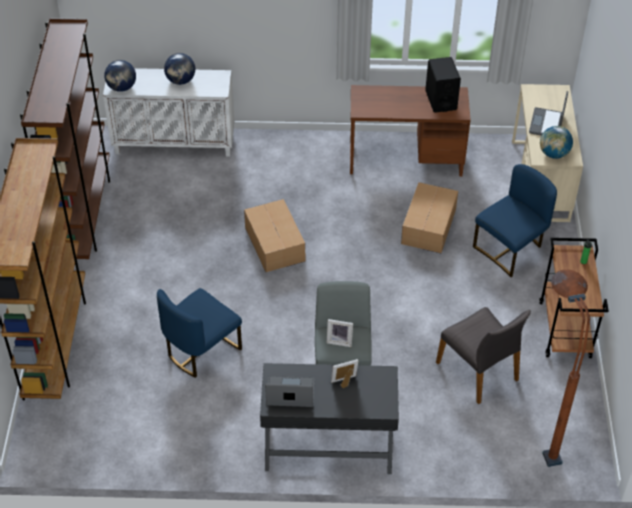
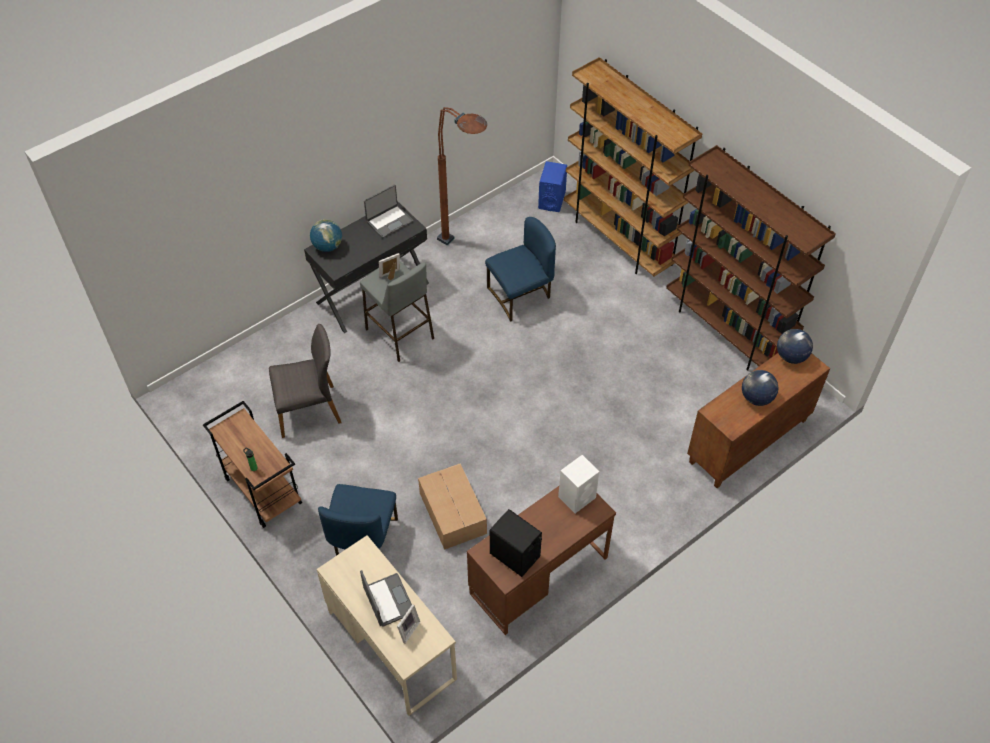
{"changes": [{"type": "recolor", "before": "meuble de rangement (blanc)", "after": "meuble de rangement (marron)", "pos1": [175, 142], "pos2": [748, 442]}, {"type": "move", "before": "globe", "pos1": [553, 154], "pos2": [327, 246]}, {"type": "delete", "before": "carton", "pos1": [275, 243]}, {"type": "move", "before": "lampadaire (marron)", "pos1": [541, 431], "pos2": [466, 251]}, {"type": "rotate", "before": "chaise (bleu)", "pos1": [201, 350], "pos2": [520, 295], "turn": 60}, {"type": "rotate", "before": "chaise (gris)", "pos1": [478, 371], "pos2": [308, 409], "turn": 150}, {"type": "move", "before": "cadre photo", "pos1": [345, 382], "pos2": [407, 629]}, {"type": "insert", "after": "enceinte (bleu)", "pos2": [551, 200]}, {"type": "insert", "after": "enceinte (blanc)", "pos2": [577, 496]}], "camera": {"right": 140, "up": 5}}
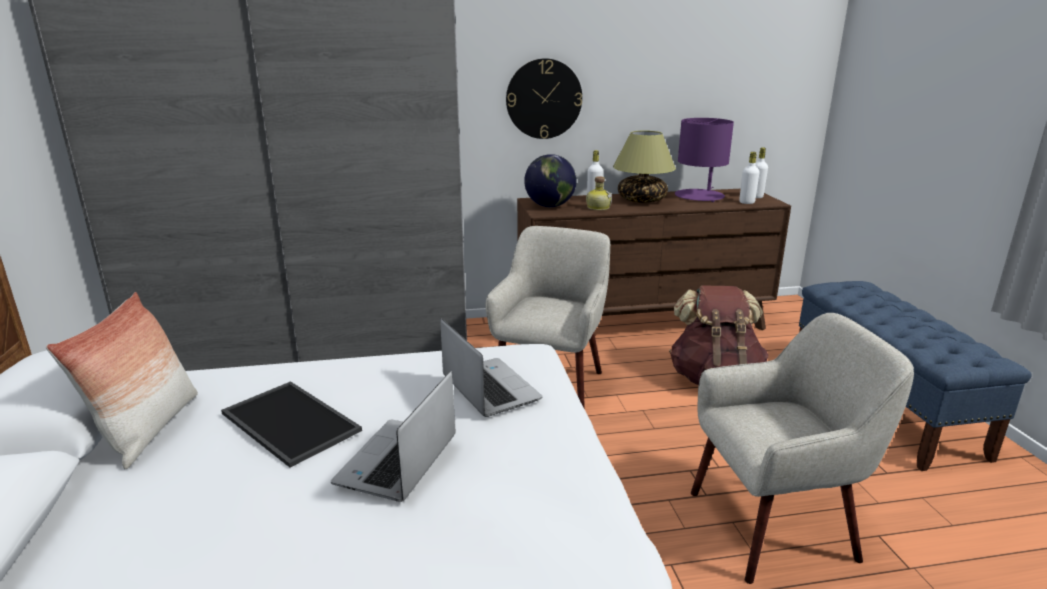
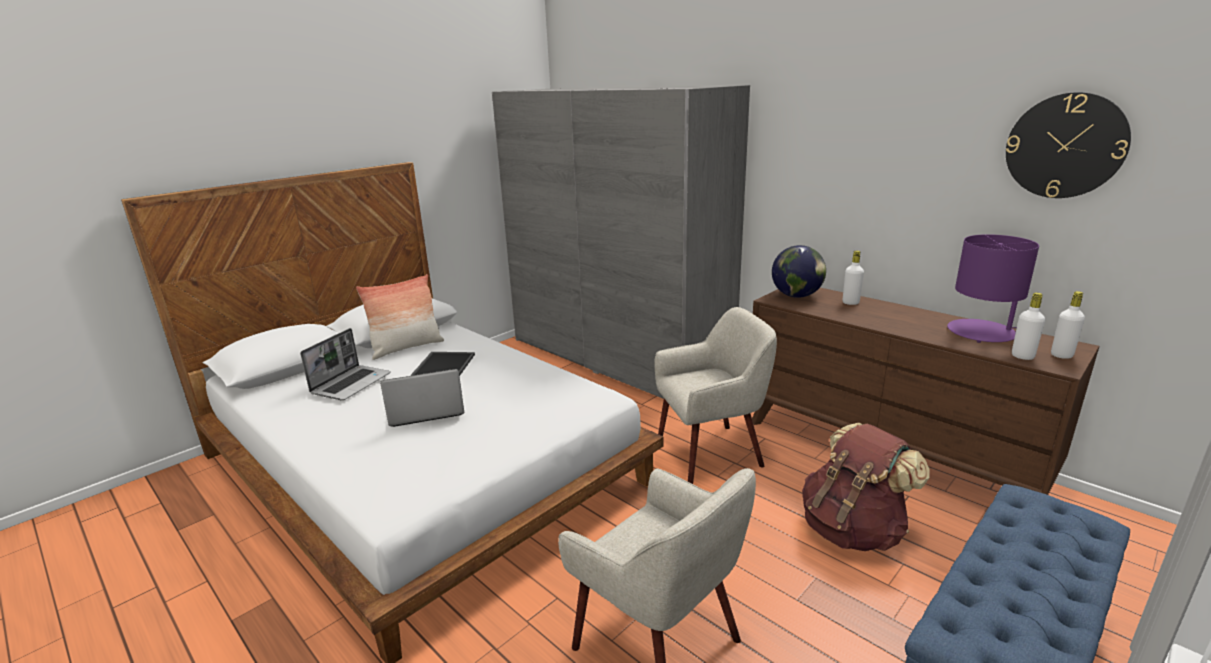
{"changes": [{"type": "move", "before": "horloge murale", "pos1": [544, 99], "pos2": [1065, 146]}, {"type": "delete", "before": "lampe de table", "pos1": [641, 200]}, {"type": "delete", "before": "bouteille", "pos1": [598, 207]}, {"type": "move", "before": "ordinateur portable", "pos1": [488, 388], "pos2": [351, 383]}], "camera": {"right": 55, "up": 0}}
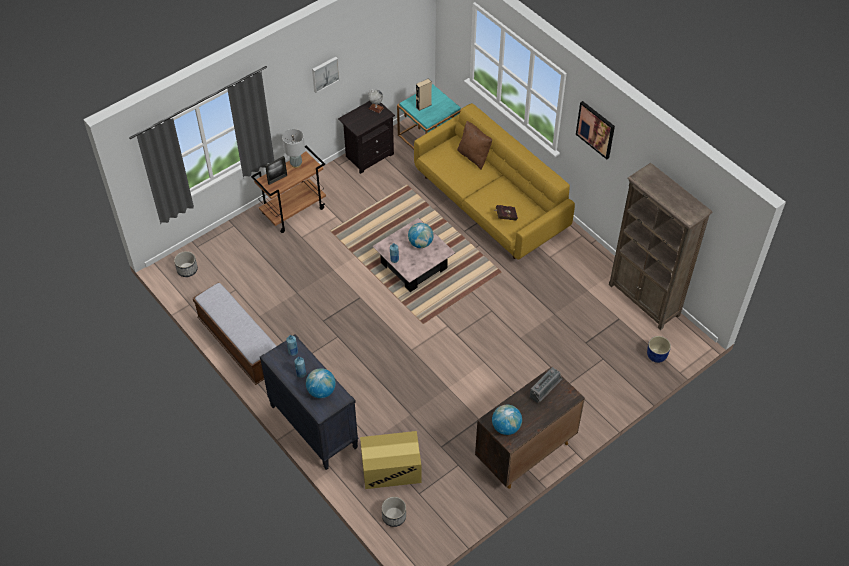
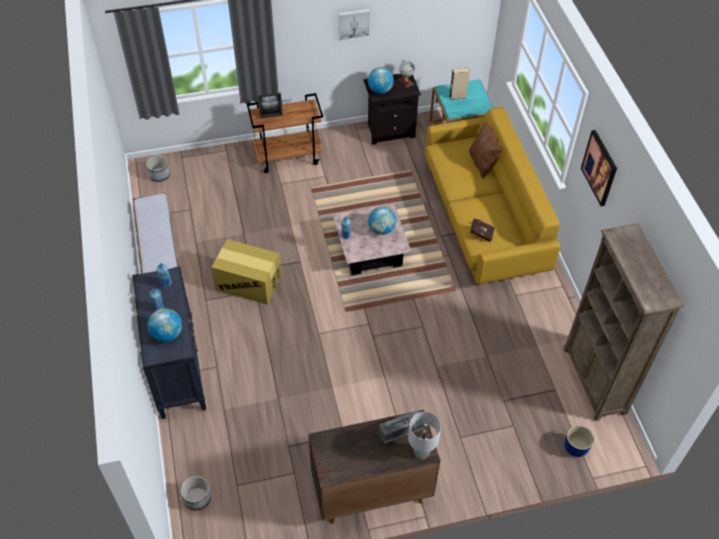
{"changes": [{"type": "move", "before": "lampe de table (gris)", "pos1": [296, 164], "pos2": [421, 452]}, {"type": "move", "before": "globe", "pos1": [506, 427], "pos2": [380, 90]}, {"type": "move", "before": "carton", "pos1": [391, 469], "pos2": [248, 283]}], "camera": {"right": 25, "up": 0}}
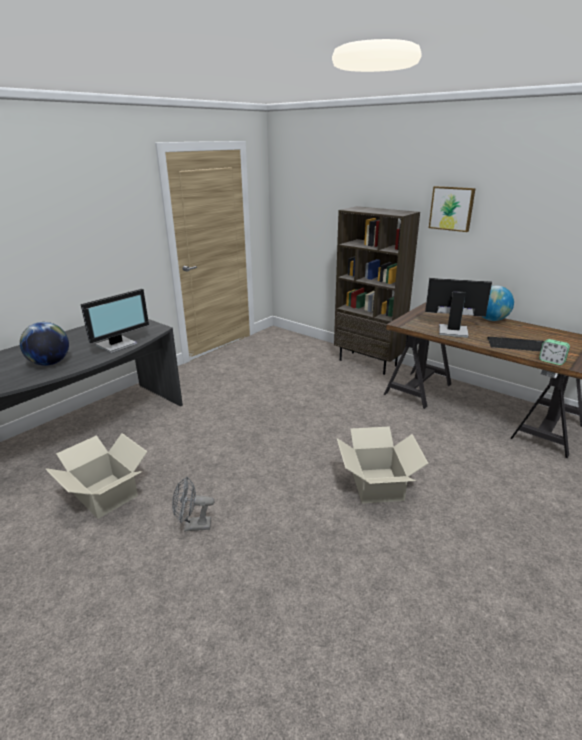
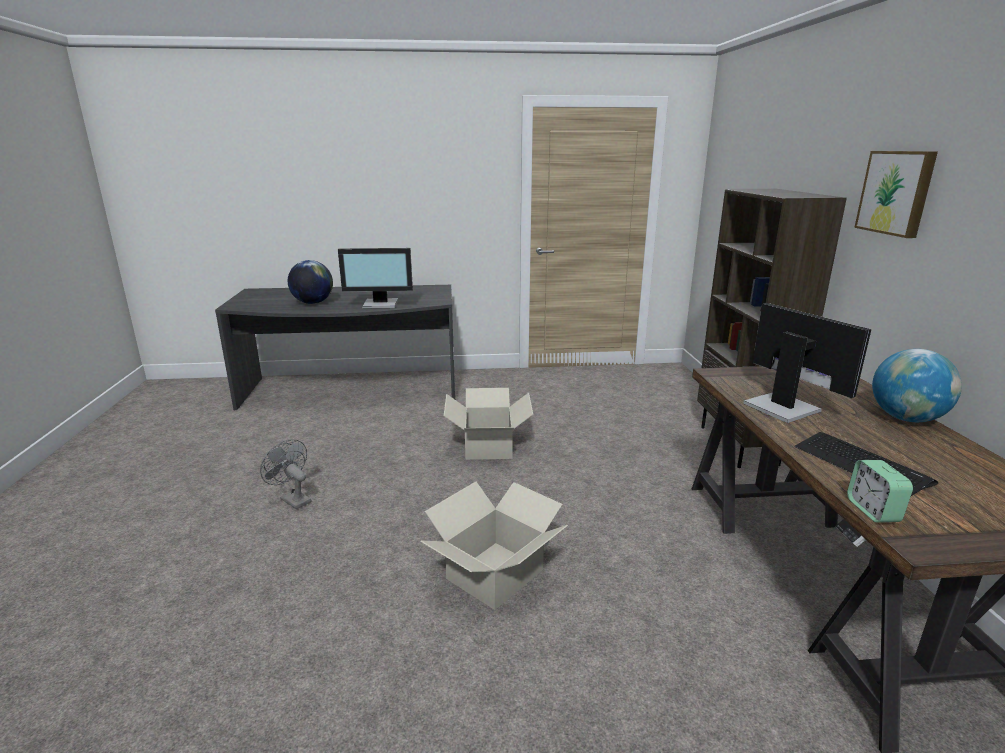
{"changes": [{"type": "move", "before": "carton", "pos1": [106, 495], "pos2": [489, 446]}], "camera": {"right": 45, "up": -5}}
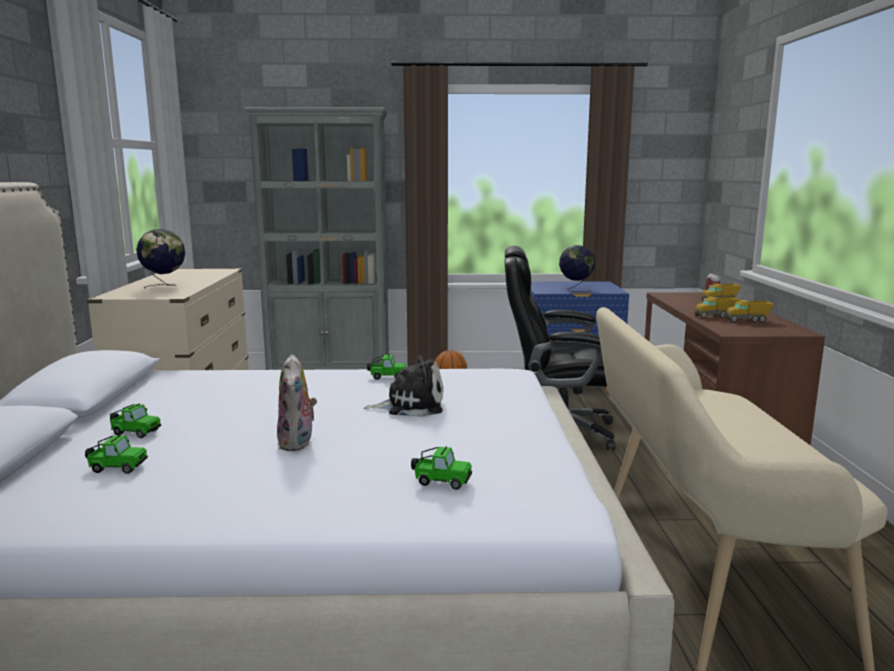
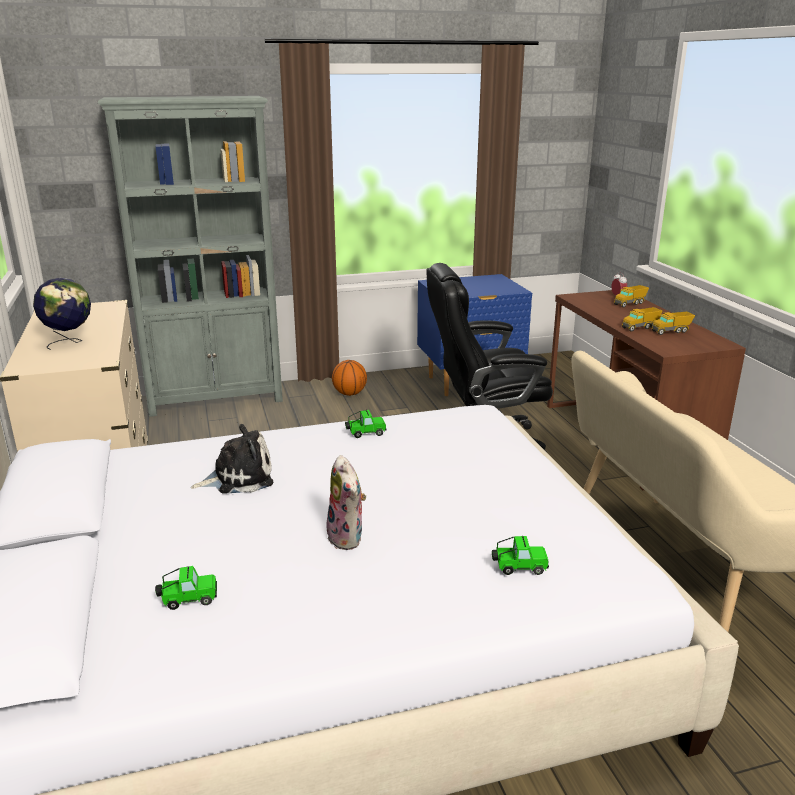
{"changes": [{"type": "delete", "before": "globe", "pos1": [575, 290]}, {"type": "move", "before": "peluche", "pos1": [411, 405], "pos2": [239, 477]}, {"type": "delete", "before": "petite voiture", "pos1": [134, 432]}], "camera": {"right": -15, "up": 10}}
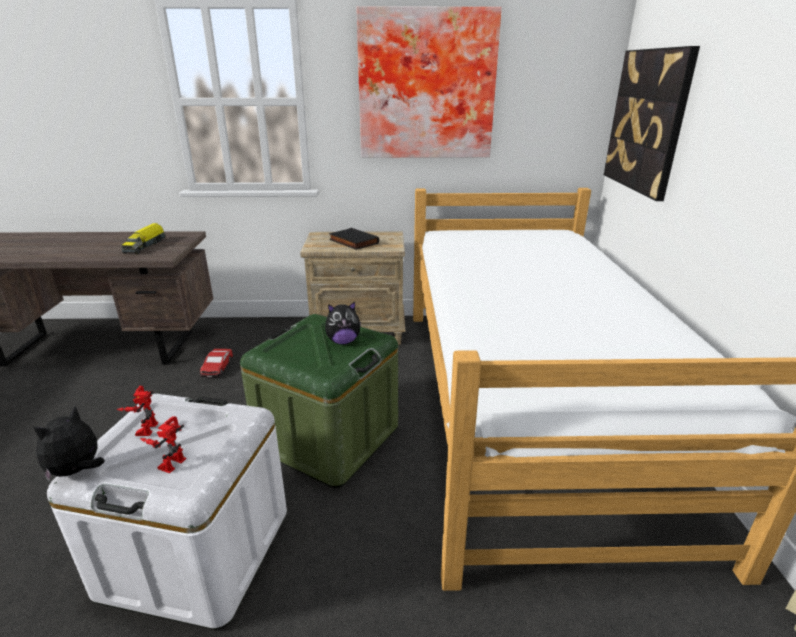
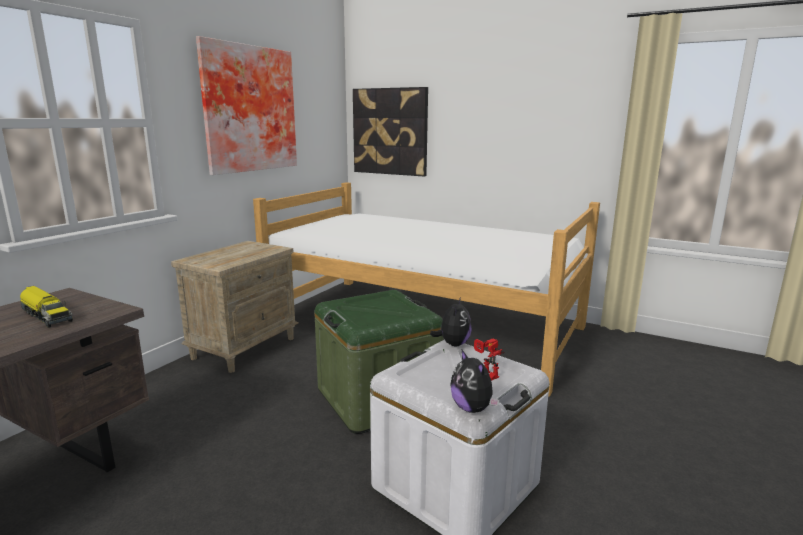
{"changes": [{"type": "delete", "before": "livre (noir)", "pos1": [352, 242]}, {"type": "move", "before": "peluche", "pos1": [343, 341], "pos2": [453, 344]}, {"type": "delete", "before": "petite voiture", "pos1": [217, 367]}, {"type": "delete", "before": "robot jouet", "pos1": [144, 428]}], "camera": {"right": -60, "up": -10}}
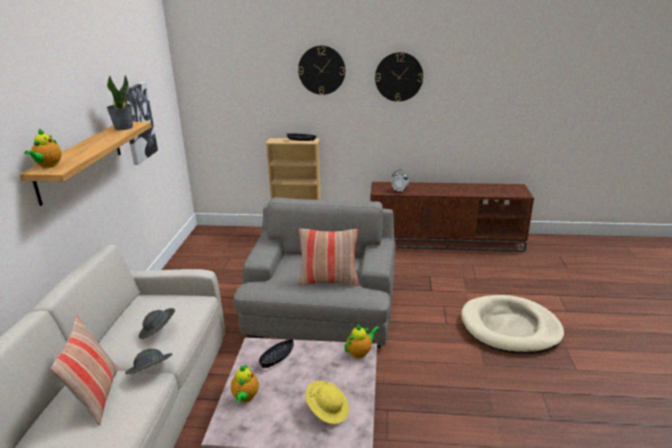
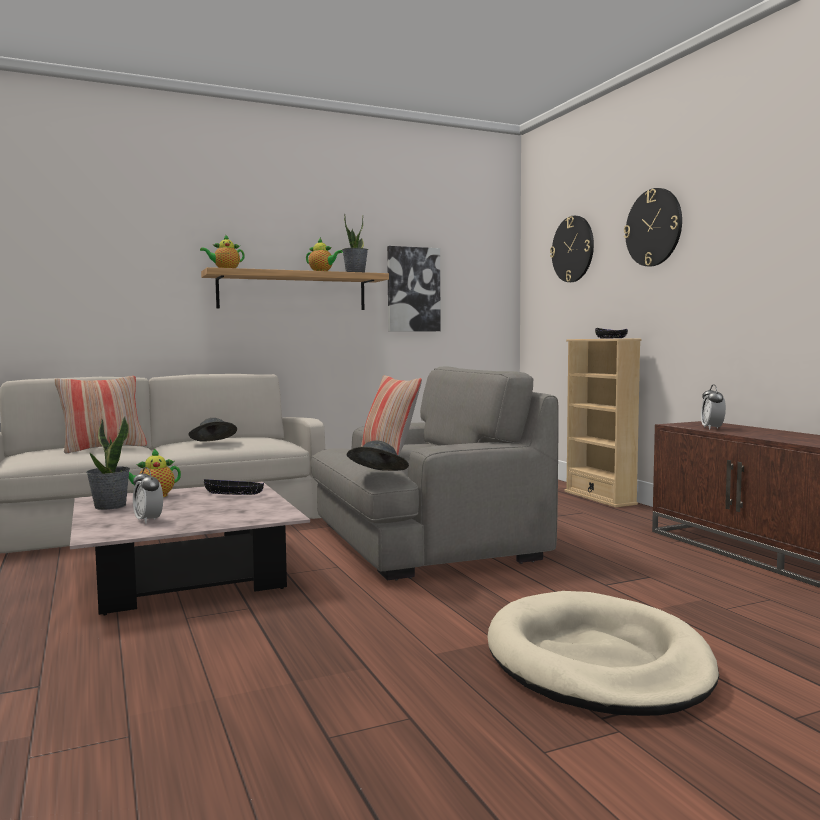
{"changes": [{"type": "move", "before": "horloge murale", "pos1": [399, 77], "pos2": [573, 249]}, {"type": "move", "before": "théière", "pos1": [360, 352], "pos2": [322, 272]}, {"type": "move", "before": "chapeau (gris)", "pos1": [150, 372], "pos2": [377, 475]}, {"type": "replace", "before": "chapeau (jaune)", "after": "réveil", "pos1": [327, 410], "pos2": [148, 520]}, {"type": "insert", "after": "plante en pot", "pos2": [110, 506]}], "camera": {"right": 60, "up": -20}}
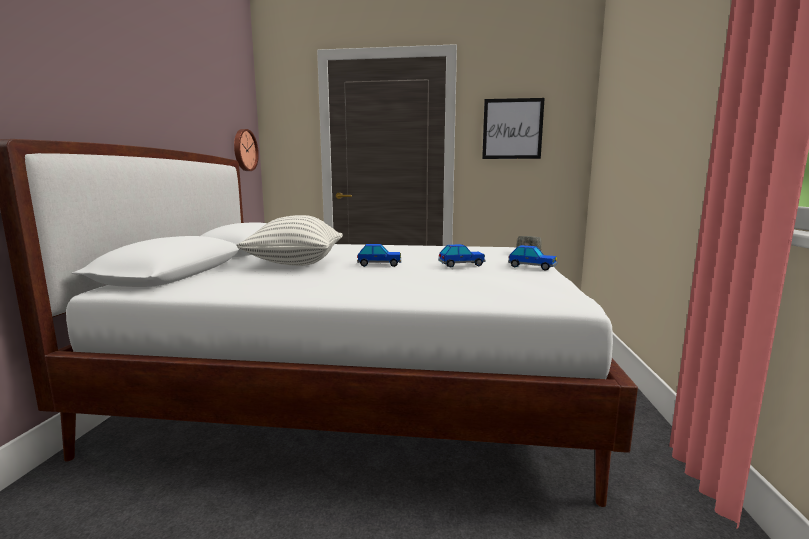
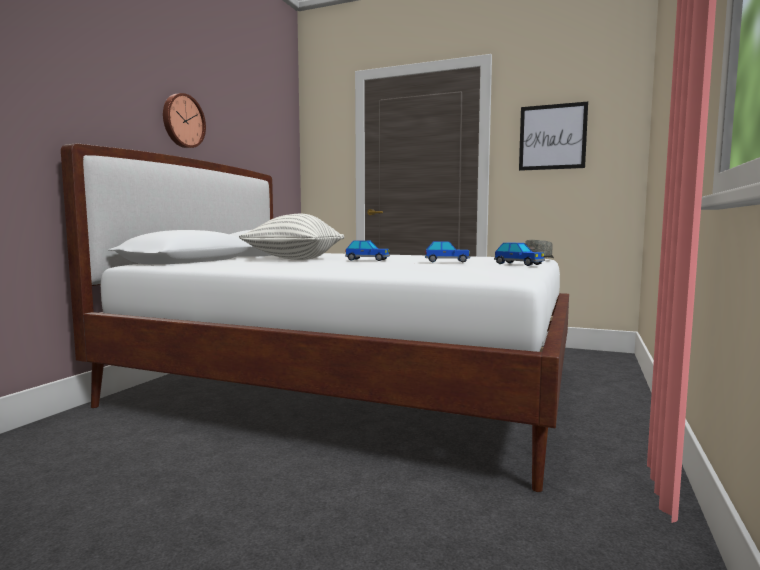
{"changes": [{"type": "move", "before": "horloge murale", "pos1": [244, 150], "pos2": [182, 121]}], "camera": {"right": 15, "up": -5}}
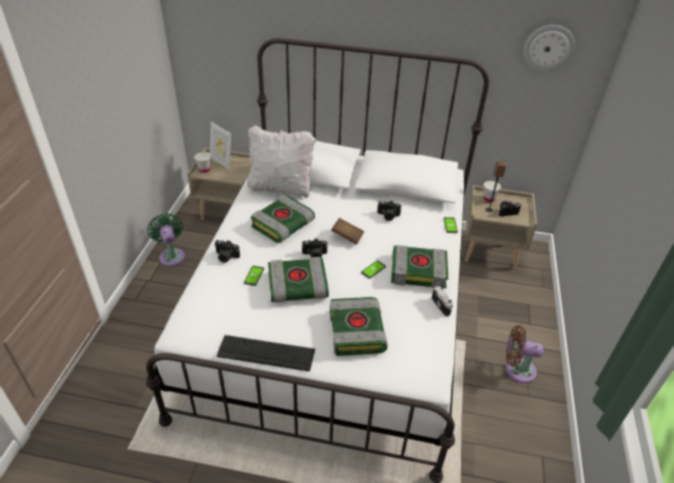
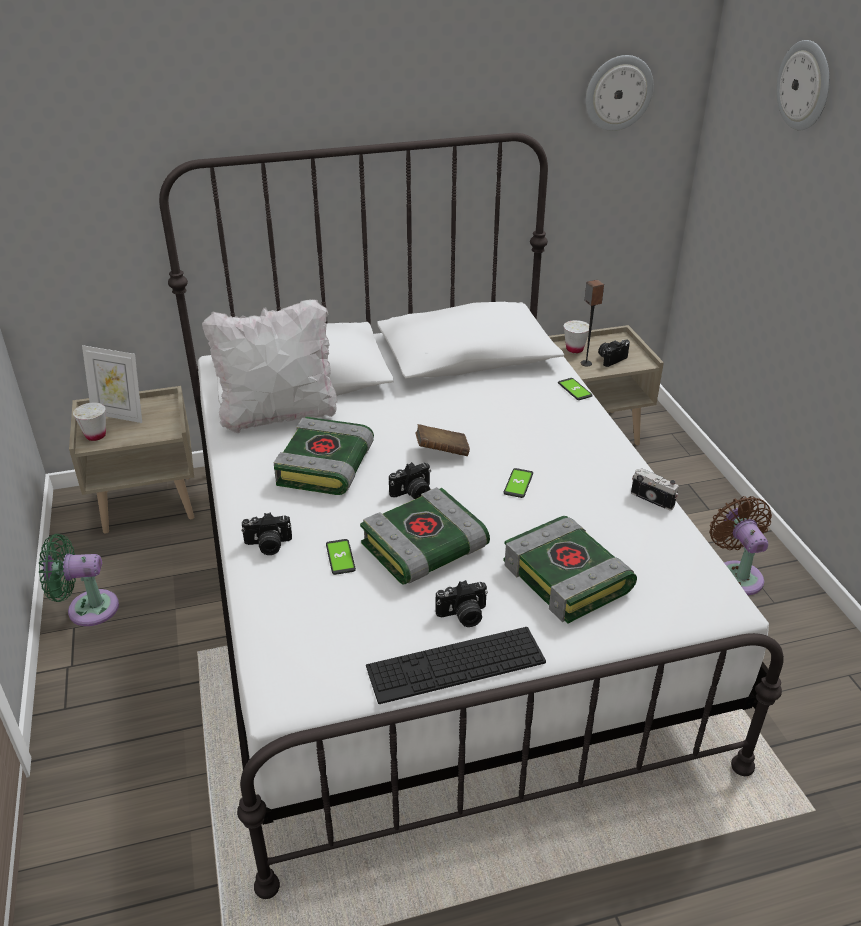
{"changes": [{"type": "move", "before": "appareil photo", "pos1": [388, 216], "pos2": [463, 615]}, {"type": "rotate", "before": "ventilateur (vert)", "pos1": [171, 255], "pos2": [87, 608], "turn": -45}, {"type": "delete", "before": "livre", "pos1": [419, 271]}, {"type": "rotate", "before": "ventilateur (marron)", "pos1": [517, 369], "pos2": [736, 574], "turn": 90}, {"type": "insert", "after": "horloge murale", "pos2": [804, 85]}], "camera": {"right": -25, "up": -5}}
